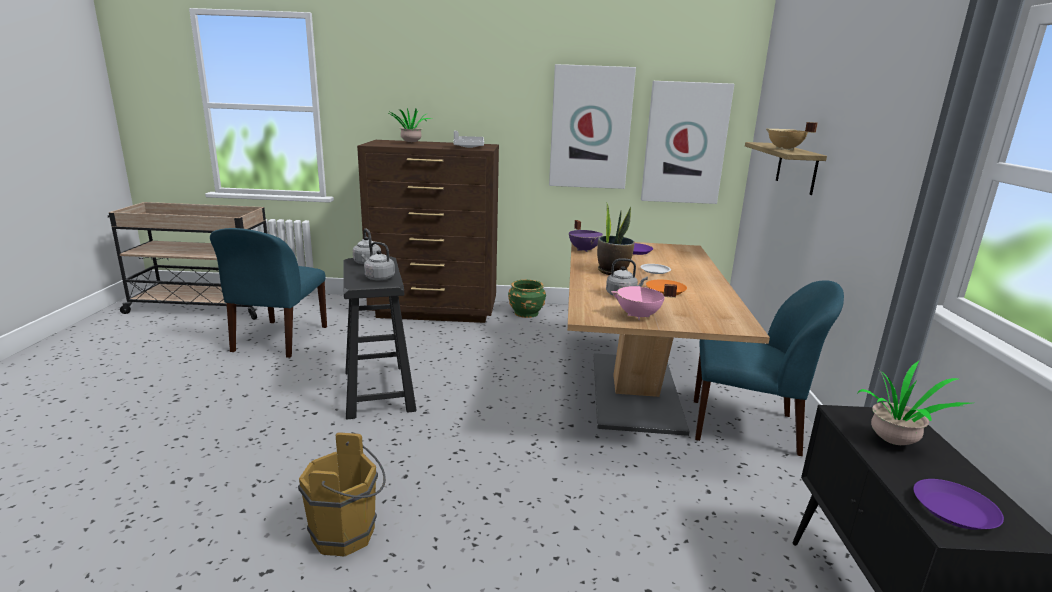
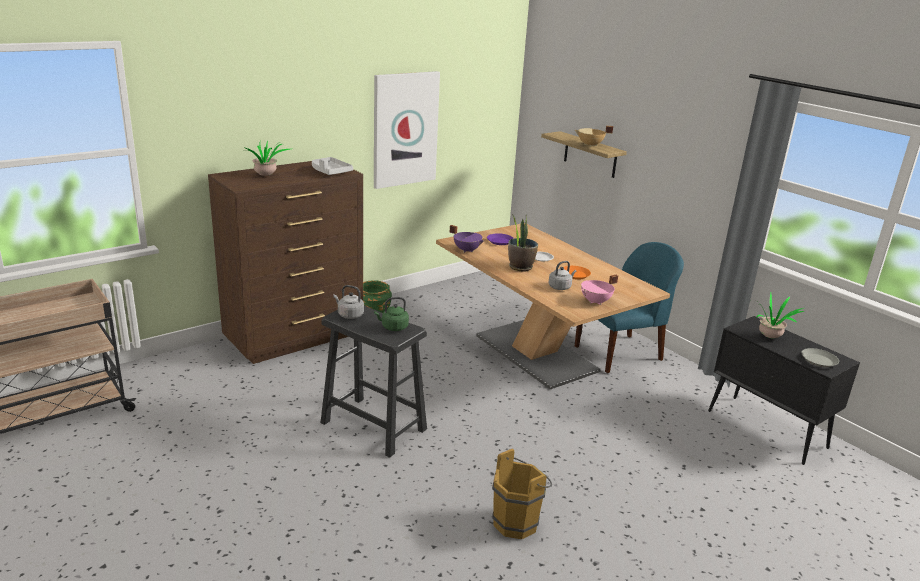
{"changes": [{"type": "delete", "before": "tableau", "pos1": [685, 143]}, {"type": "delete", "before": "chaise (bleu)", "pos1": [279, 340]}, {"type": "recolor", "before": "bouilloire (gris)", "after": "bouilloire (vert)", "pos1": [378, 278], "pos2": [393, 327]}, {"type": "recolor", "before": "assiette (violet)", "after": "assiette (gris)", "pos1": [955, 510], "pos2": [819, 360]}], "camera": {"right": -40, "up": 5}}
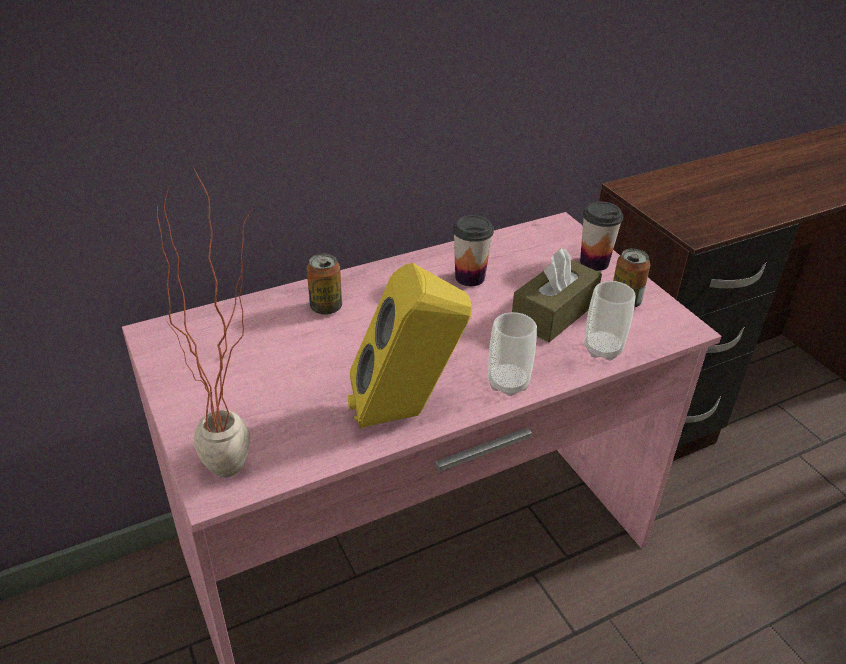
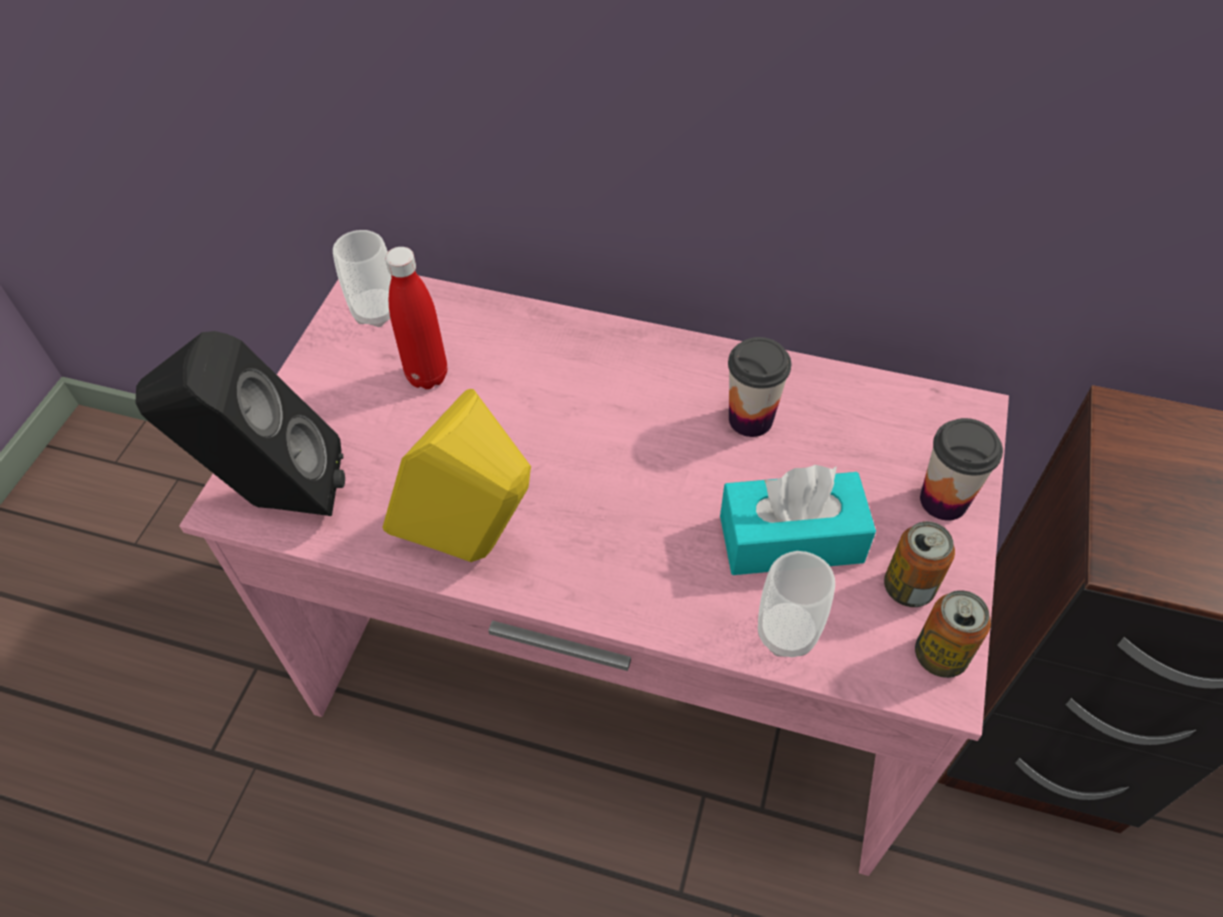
{"changes": [{"type": "replace", "before": "plante en pot", "after": "enceinte (noir)", "pos1": [245, 467], "pos2": [275, 499]}, {"type": "recolor", "before": "boîte à mouchoirs (marron)", "after": "boîte à mouchoirs (turquoise)", "pos1": [554, 313], "pos2": [791, 539]}, {"type": "move", "before": "boîte métallique", "pos1": [326, 307], "pos2": [940, 655]}, {"type": "move", "before": "tasse", "pos1": [508, 383], "pos2": [376, 312]}, {"type": "insert", "after": "bouteille (rouge)", "pos2": [427, 376]}], "camera": {"right": 45, "up": 15}}
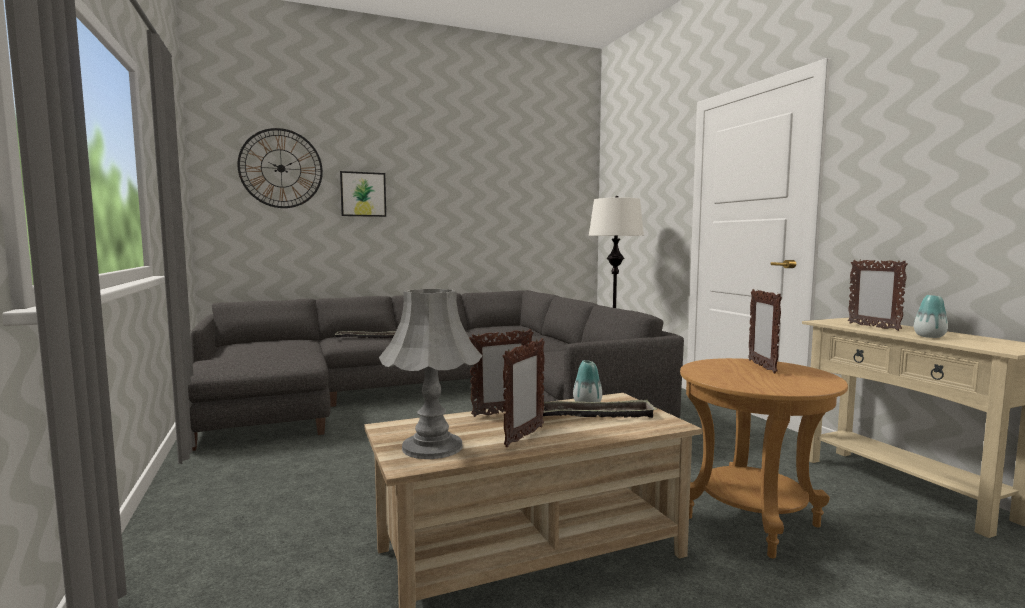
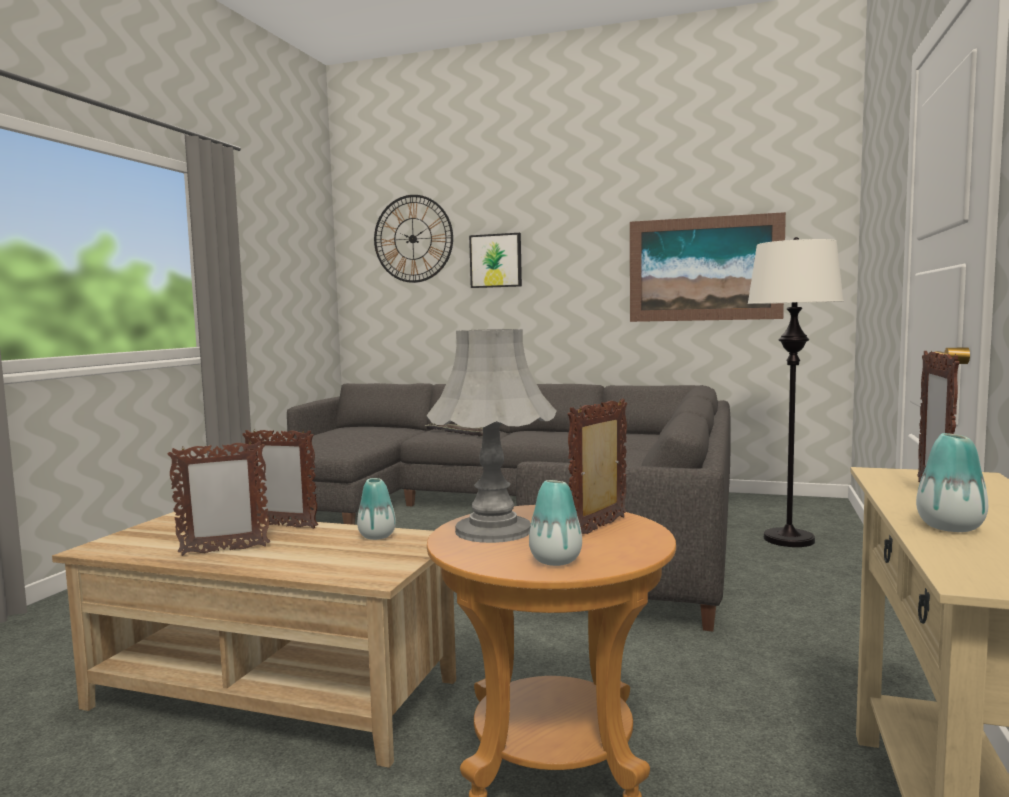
{"changes": [{"type": "move", "before": "lampe de table (gris)", "pos1": [433, 447], "pos2": [494, 530]}, {"type": "delete", "before": "plateau", "pos1": [595, 416]}, {"type": "insert", "after": "tableau", "pos2": [704, 269]}, {"type": "insert", "after": "vase", "pos2": [555, 560]}], "camera": {"right": 40, "up": 0}}
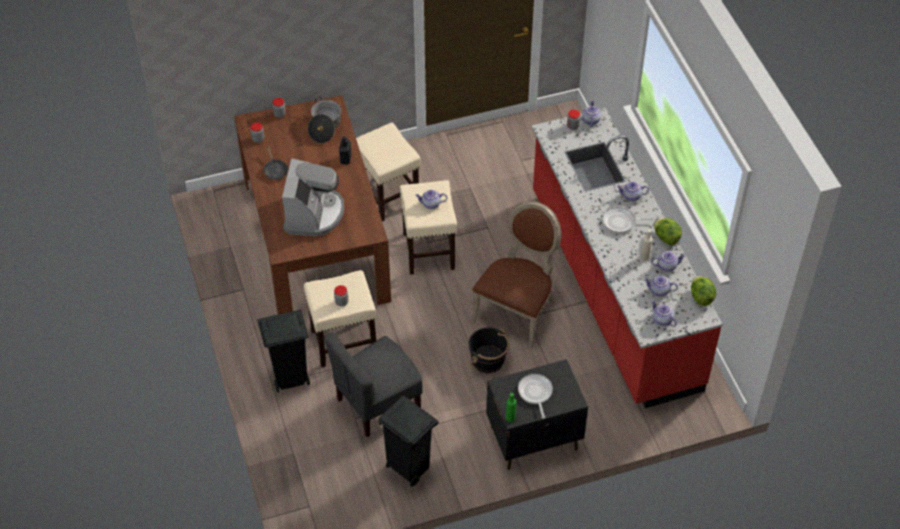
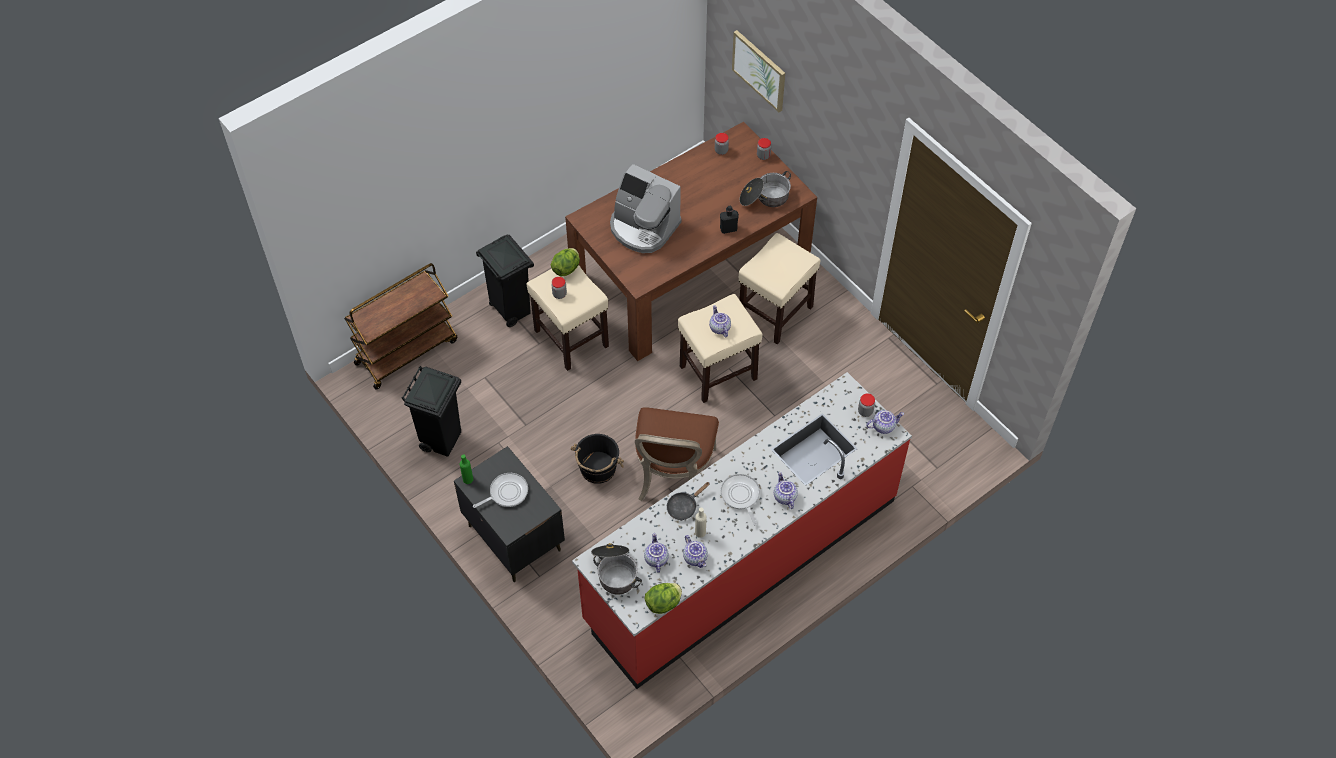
{"changes": [{"type": "move", "before": "poêle (noir)", "pos1": [275, 170], "pos2": [684, 506]}, {"type": "rotate", "before": "machine à café", "pos1": [313, 214], "pos2": [643, 227], "turn": 45}, {"type": "rotate", "before": "chaise (marron)", "pos1": [517, 310], "pos2": [673, 476], "turn": 90}, {"type": "move", "before": "laitue", "pos1": [666, 238], "pos2": [566, 268]}, {"type": "replace", "before": "théière", "after": "marmite", "pos1": [661, 320], "pos2": [615, 571]}, {"type": "delete", "before": "chaise (gris)", "pos1": [377, 404]}, {"type": "insert", "after": "tableau", "pos2": [759, 70]}, {"type": "insert", "after": "chariot (marron)", "pos2": [407, 351]}], "camera": {"right": 70, "up": 5}}
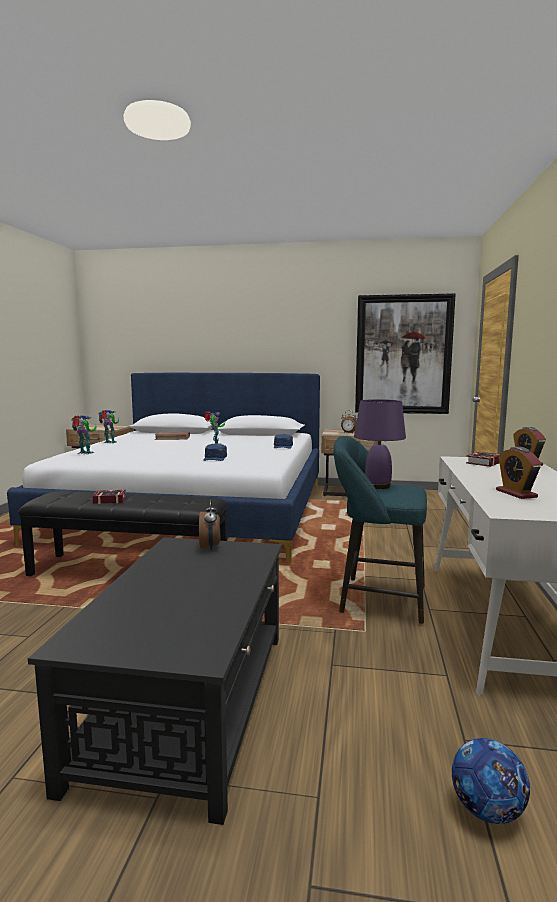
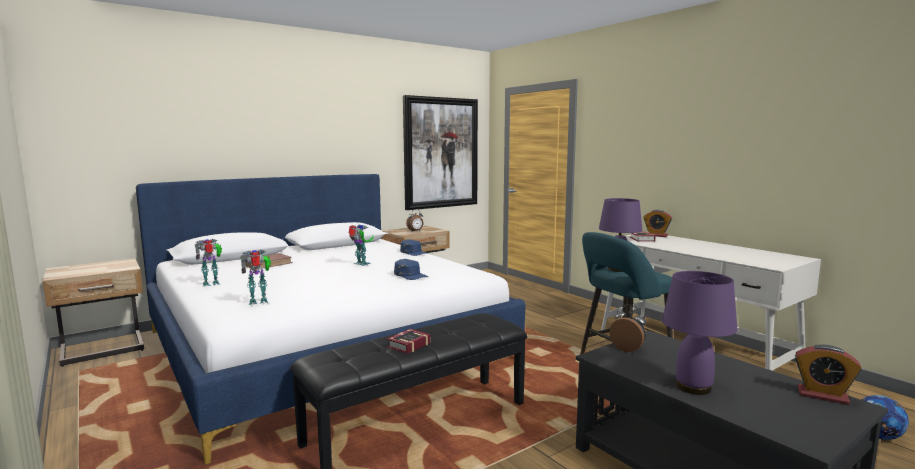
{"changes": [{"type": "move", "before": "réveil", "pos1": [516, 493], "pos2": [822, 395]}, {"type": "insert", "after": "lampe de table (violet)", "pos2": [692, 387]}], "camera": {"right": -45, "up": 0}}
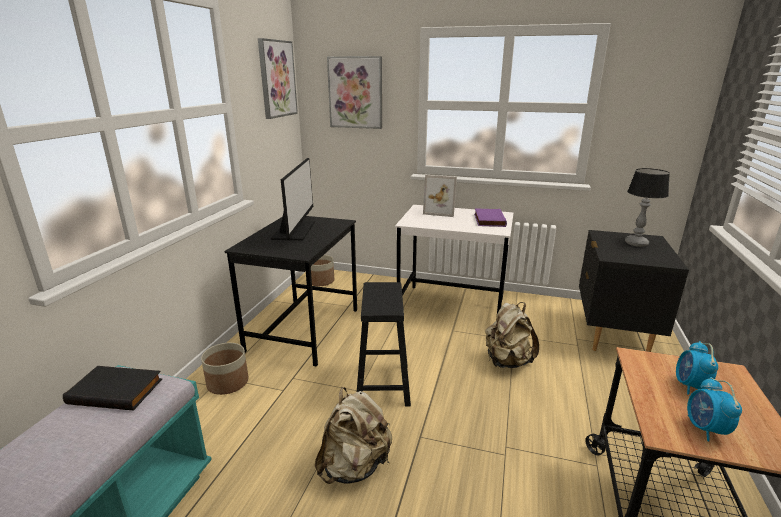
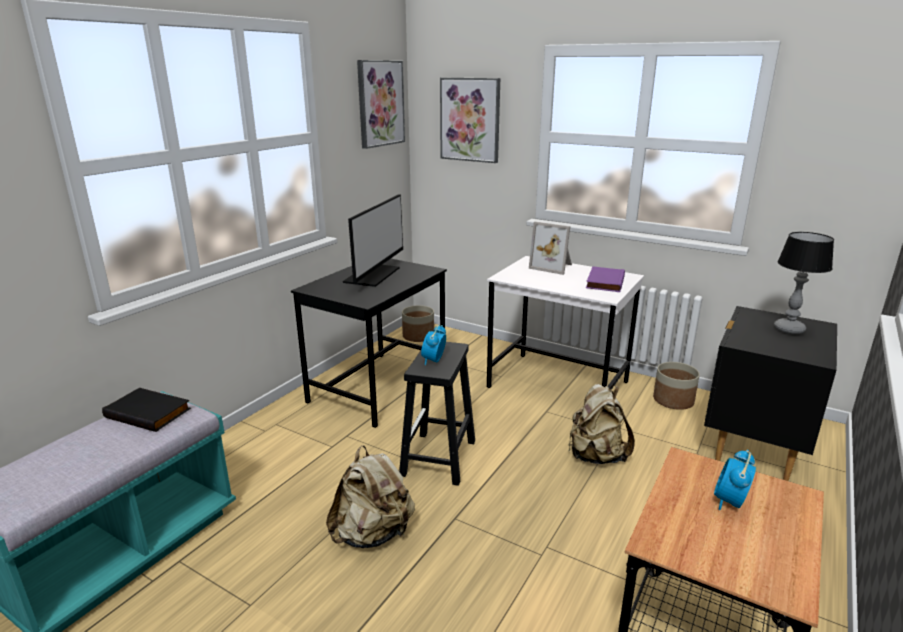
{"changes": [{"type": "move", "before": "cache-pot", "pos1": [228, 382], "pos2": [673, 400]}, {"type": "move", "before": "réveil", "pos1": [705, 429], "pos2": [433, 361]}], "camera": {"right": 15, "up": 0}}
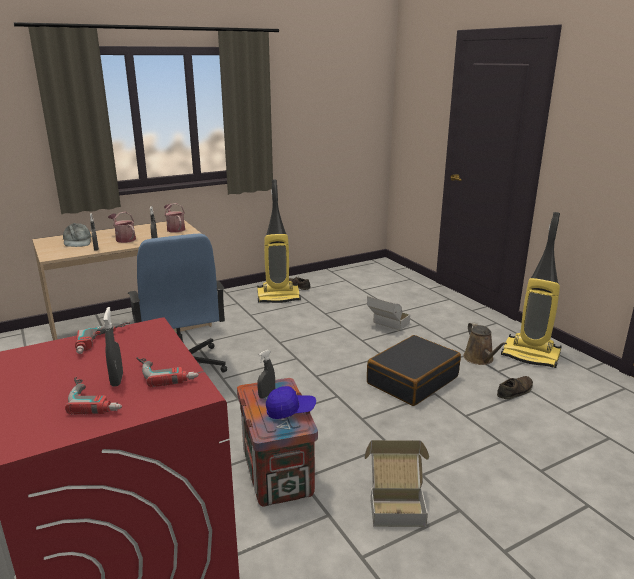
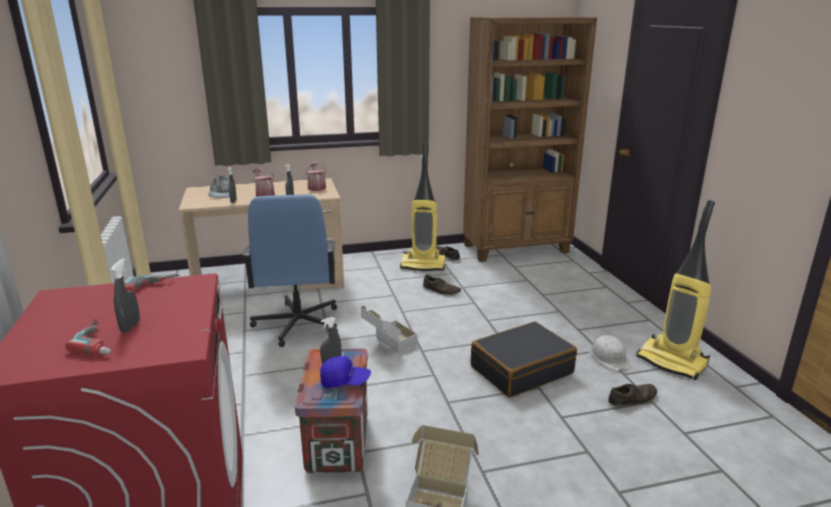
{"changes": [{"type": "move", "before": "carton", "pos1": [387, 326], "pos2": [388, 344]}, {"type": "replace", "before": "arrosoir (marron)", "after": "casque de chantier (blanc)", "pos1": [480, 359], "pos2": [609, 358]}, {"type": "delete", "before": "perceuse", "pos1": [167, 372]}, {"type": "insert", "after": "bibliothèque (marron)", "pos2": [517, 249]}, {"type": "insert", "after": "chaussure (marron)", "pos2": [441, 290]}], "camera": {"right": 15, "up": 0}}
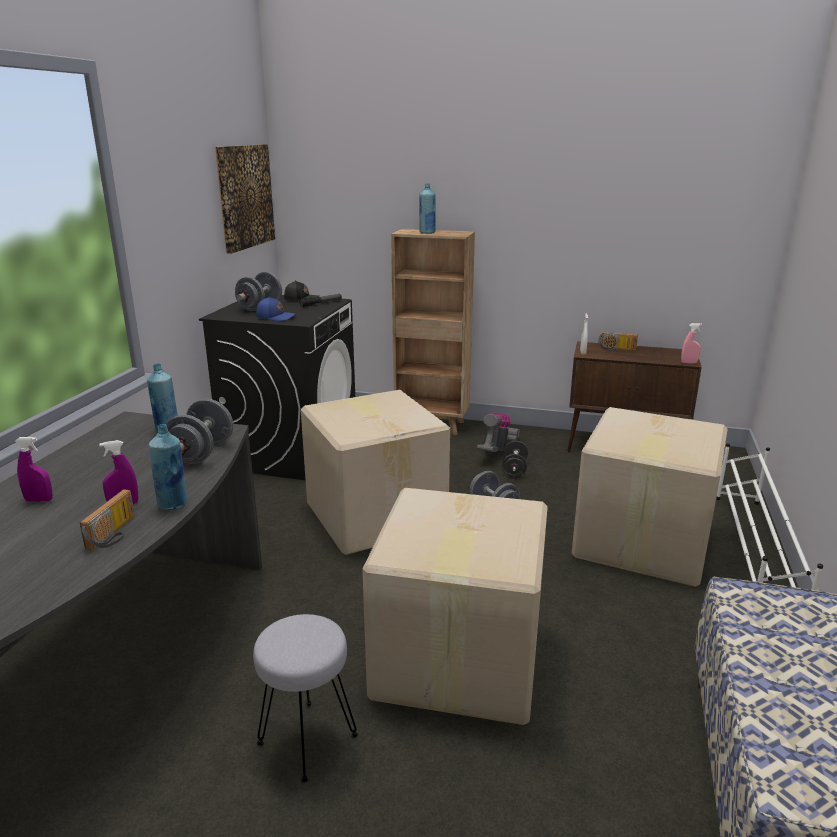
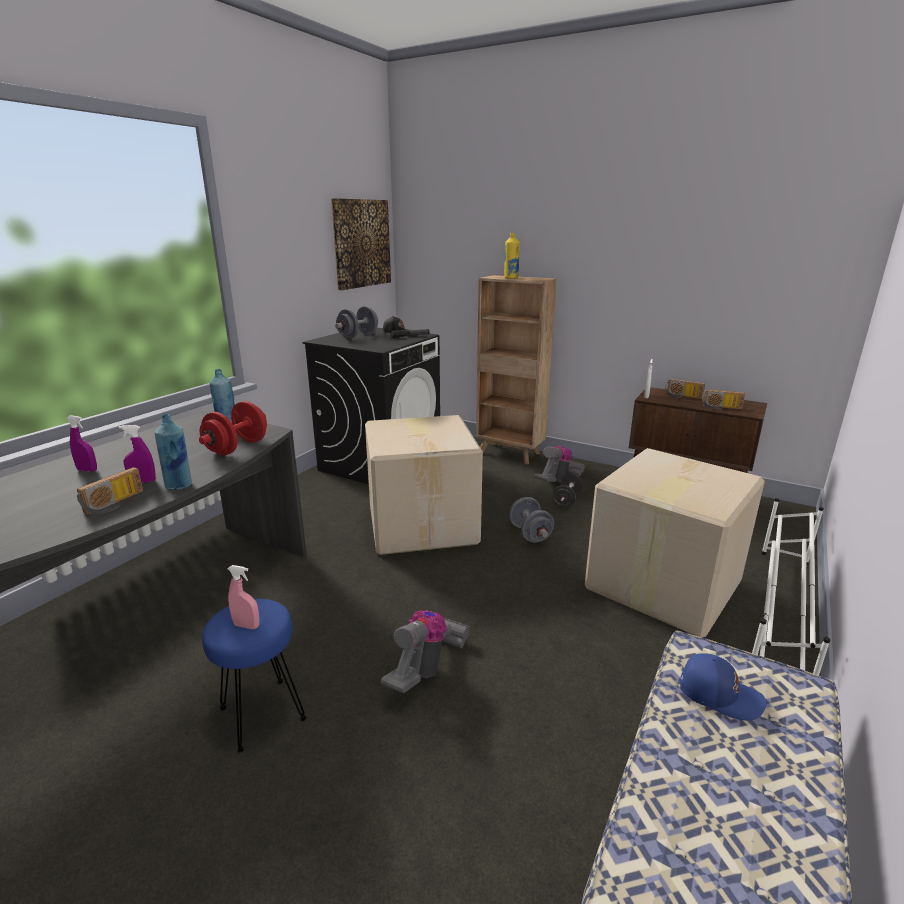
{"changes": [{"type": "recolor", "before": "bouteille (bleu)", "after": "bouteille (jaune)", "pos1": [427, 233], "pos2": [511, 278]}, {"type": "move", "before": "casquette (bleu)", "pos1": [276, 317], "pos2": [718, 693]}, {"type": "move", "before": "vaporisateur (rose)", "pos1": [689, 363], "pos2": [246, 625]}, {"type": "recolor", "before": "haltère (gris)", "after": "haltère (rouge)", "pos1": [202, 453], "pos2": [237, 447]}, {"type": "replace", "before": "carton", "after": "aspirateur", "pos1": [455, 660], "pos2": [427, 667]}, {"type": "recolor", "before": "tabouret (gris)", "after": "tabouret (bleu)", "pos1": [308, 741], "pos2": [262, 715]}, {"type": "insert", "after": "radio", "pos2": [721, 408]}], "camera": {"right": 15, "up": 0}}
